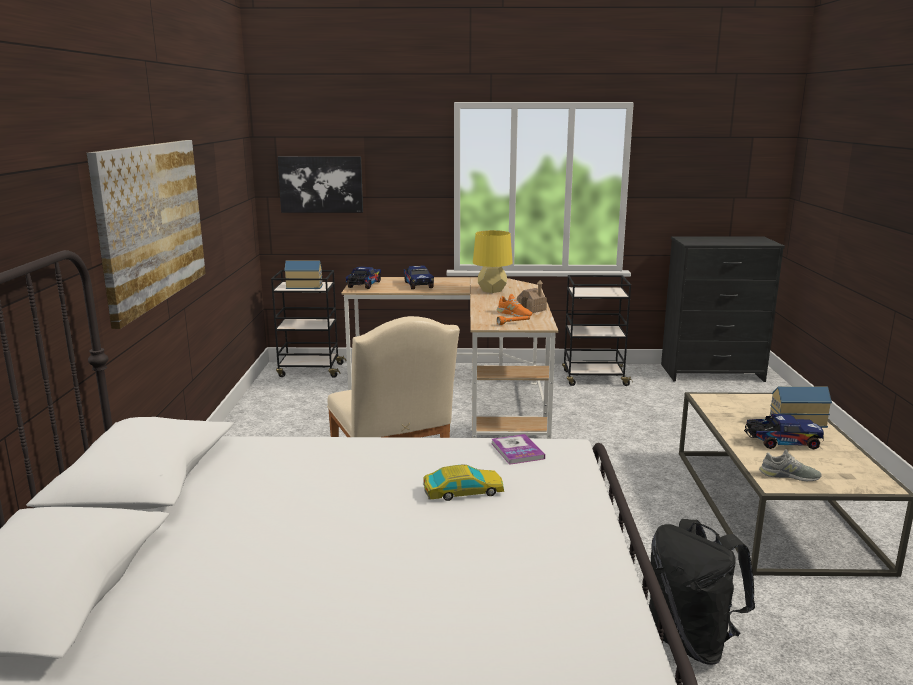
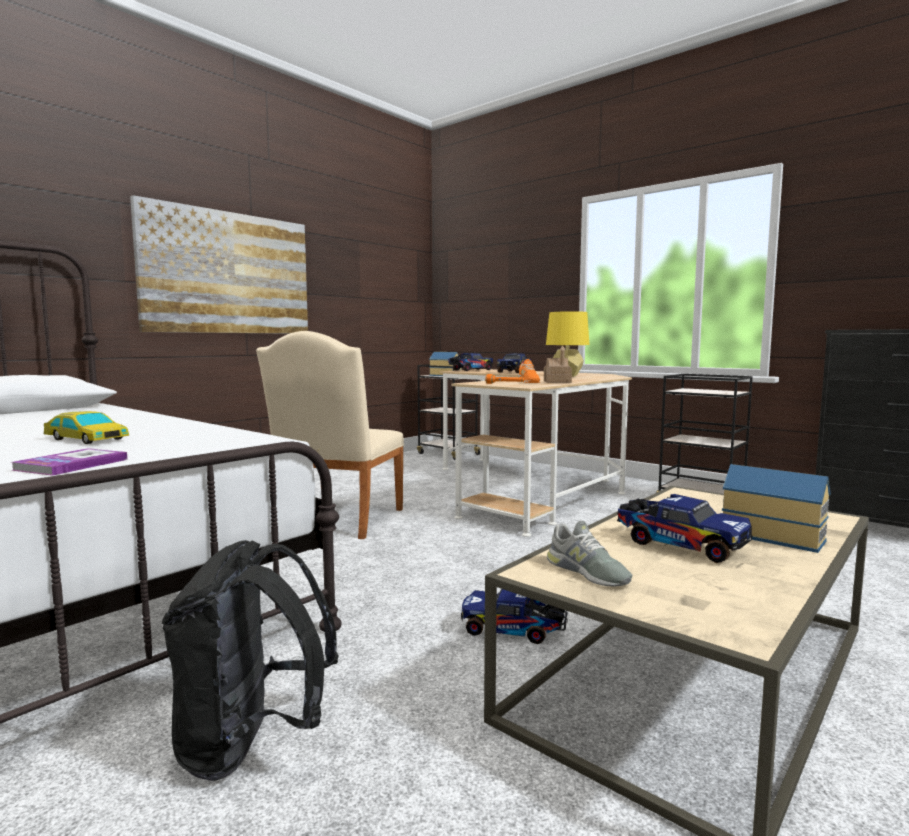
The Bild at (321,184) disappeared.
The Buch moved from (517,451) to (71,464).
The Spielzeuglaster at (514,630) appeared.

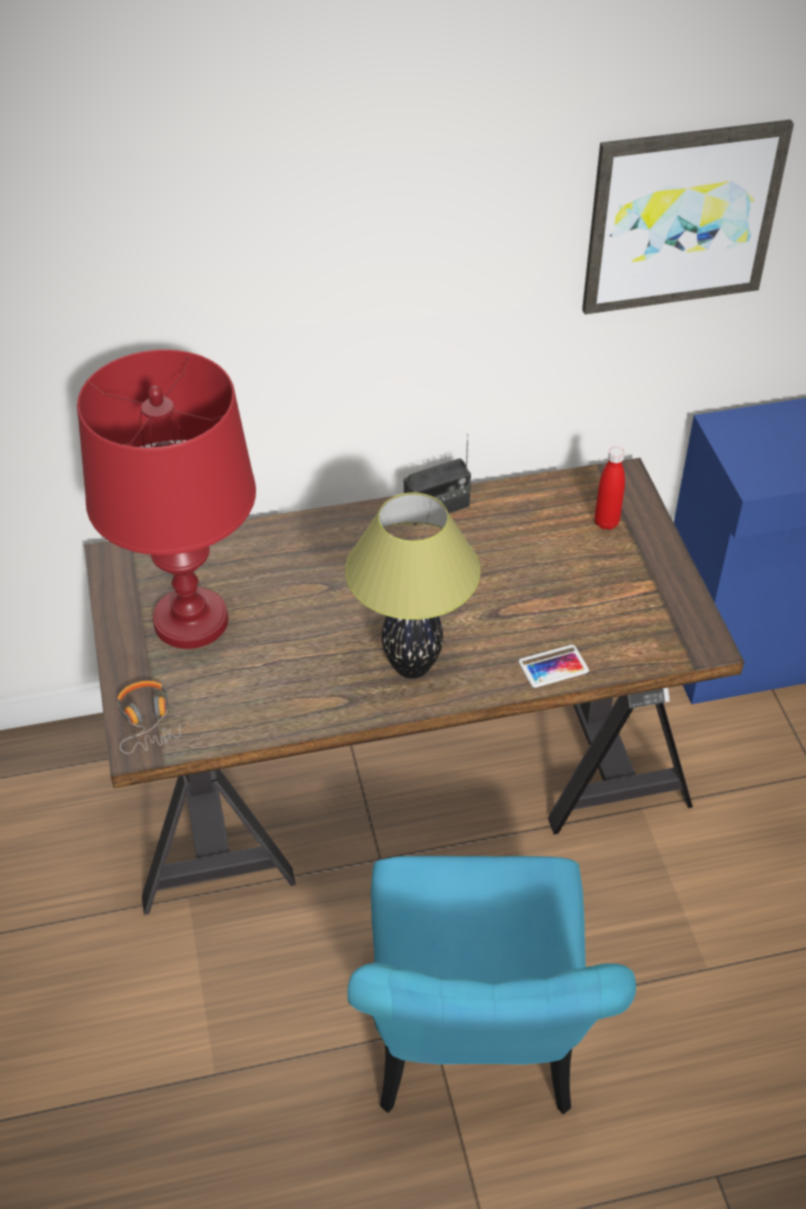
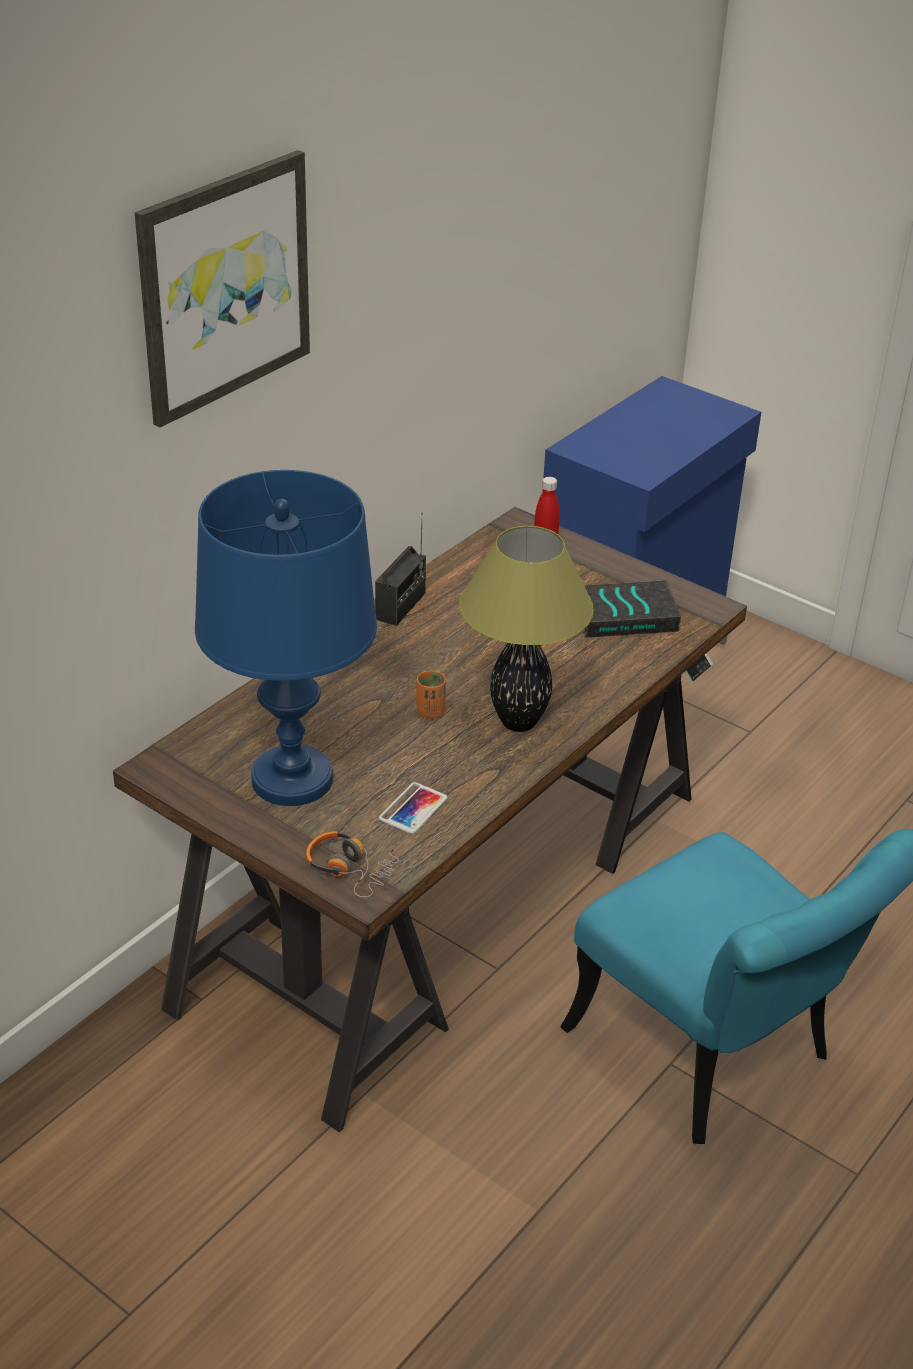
The Tischlampe/rot at (191,621) became the Tischlampe/blau at (292,779).
The Handy moved from (553,666) to (413,808).
The Bild moved from (681,216) to (223,286).
The Tasse/orange at (430,712) appeared.
The Buch at (625,615) appeared.

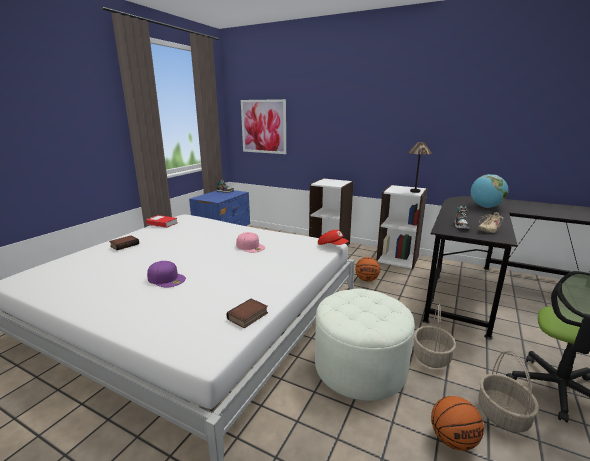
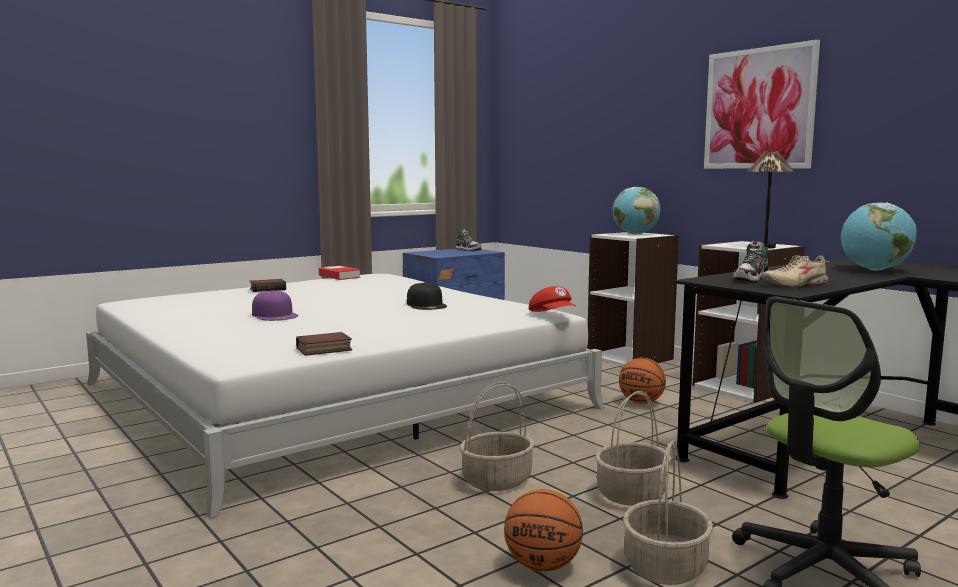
The Kappe/rosa at (250,246) became the Kappe/schwarz at (427,305).
The Bild moved from (263,126) to (758,109).
The Polsterhocker/weiß at (360,367) was replaced by the Korb at (497,480).
The Globus at (635,234) appeared.

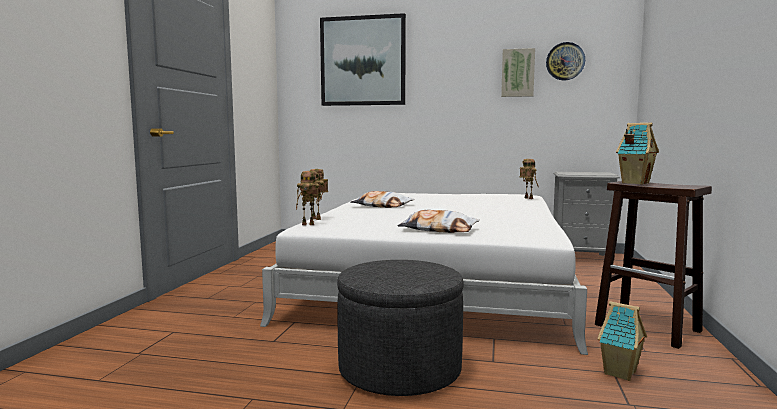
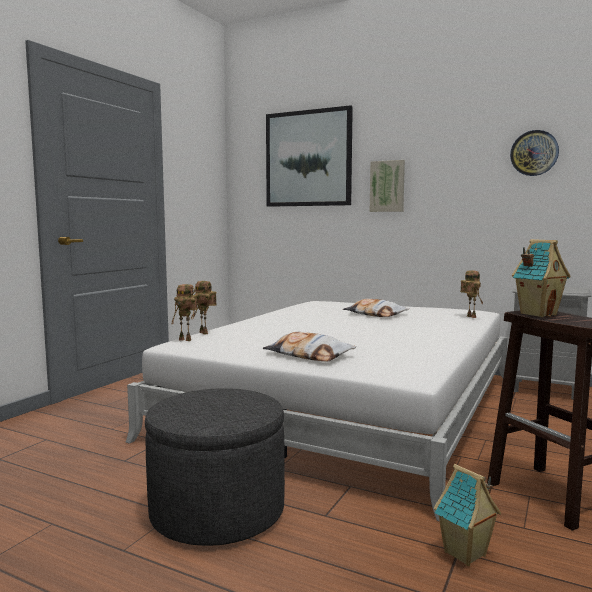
The Kissen moved from (382,206) to (375,314).
The Bild moved from (517,73) to (387,186).

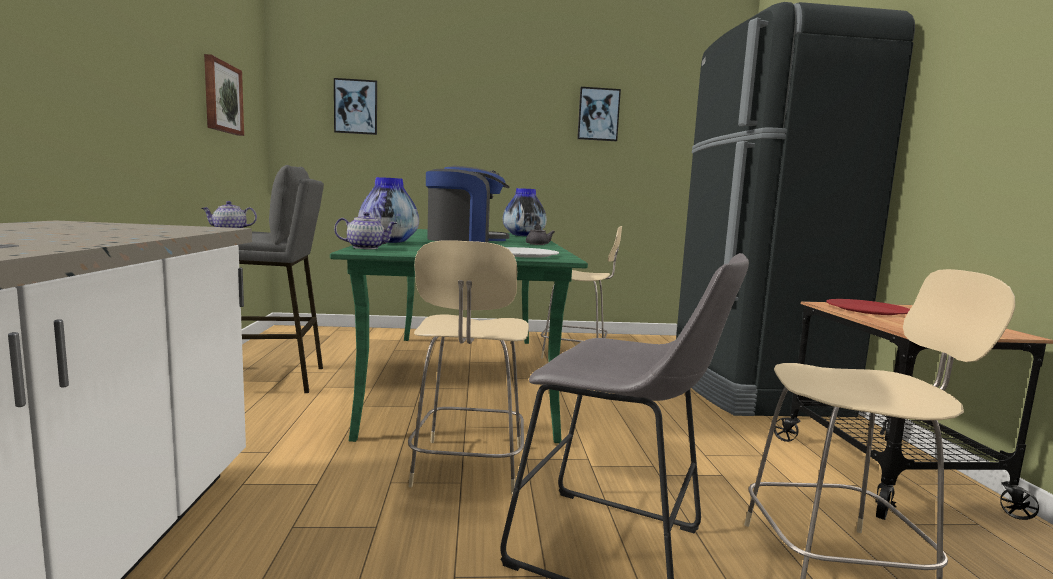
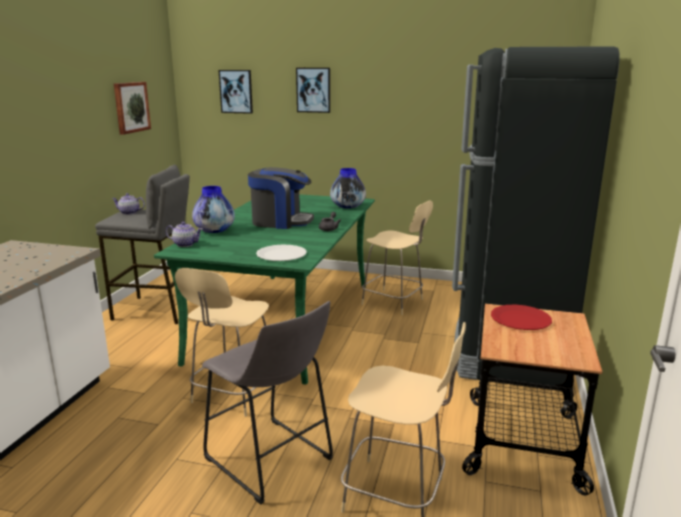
The Bild moved from (598,114) to (313,90).

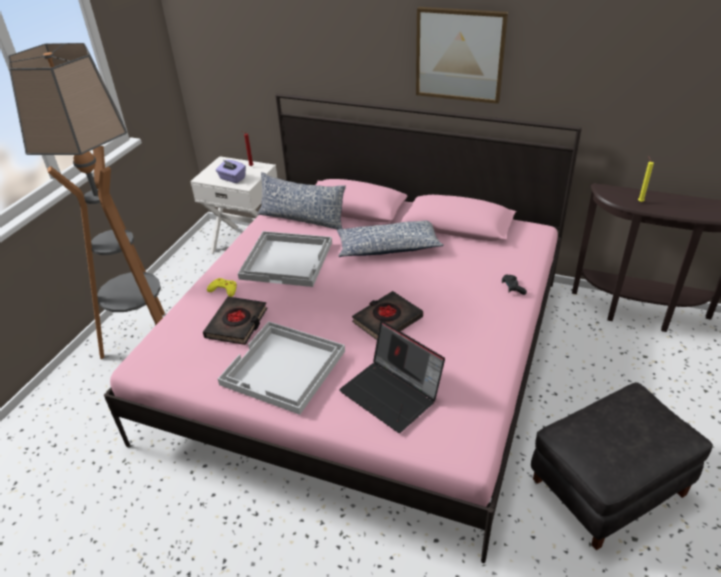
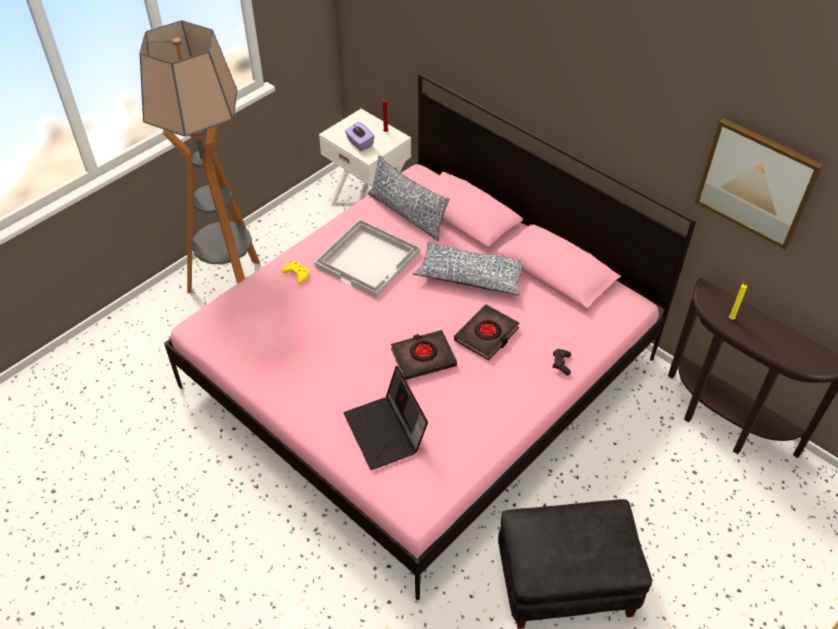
The Buch/schwarz moved from (237,324) to (486,335).
The Tablett/weiß at (283,368) disappeared.
The Bild moved from (460,54) to (756,182).

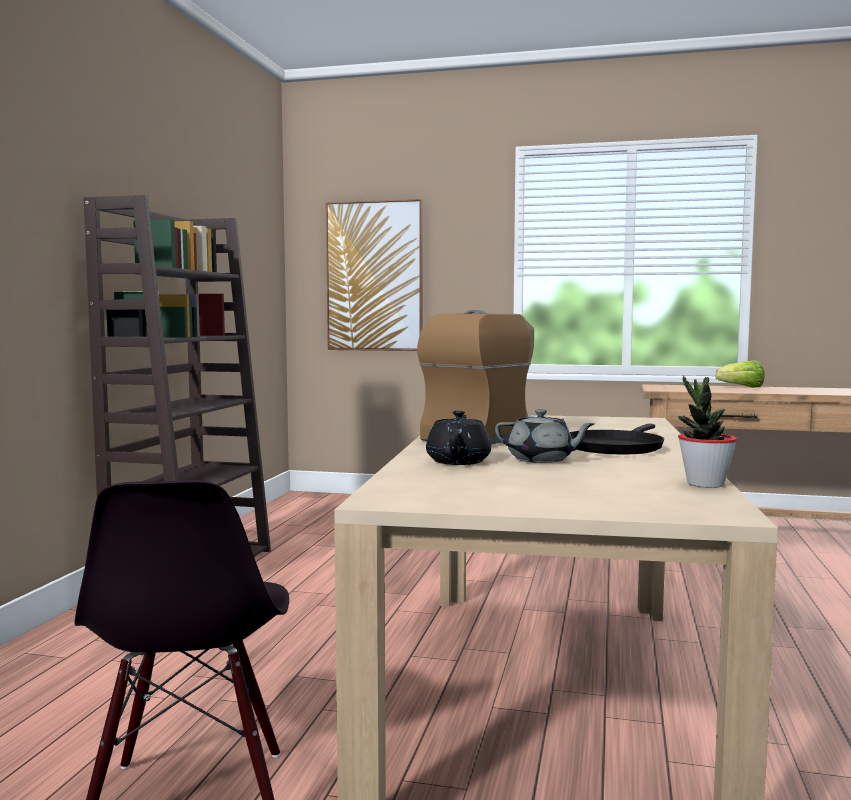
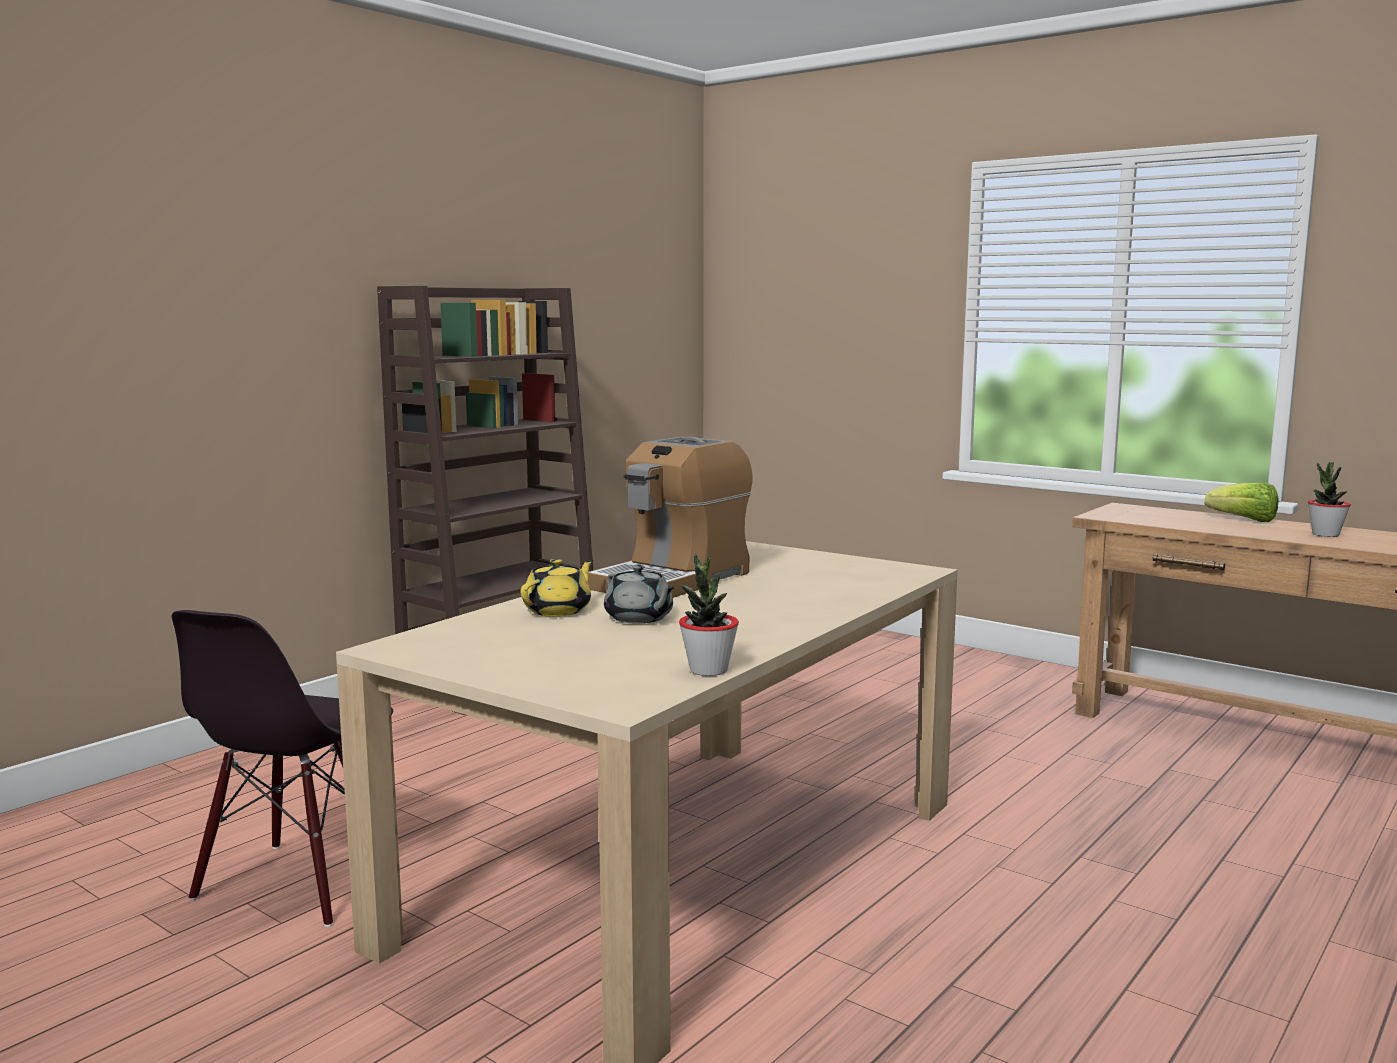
The Bild at (375,276) disappeared.
The Kaffeemaschine at (491,437) turned 150 degrees clockwise.
The Teekanne/schwarz at (459,461) became the Teekanne/gelb at (558,610).
The Pfanne/schwarz at (615,447) disappeared.
The Topfpflanze at (1325,534) appeared.

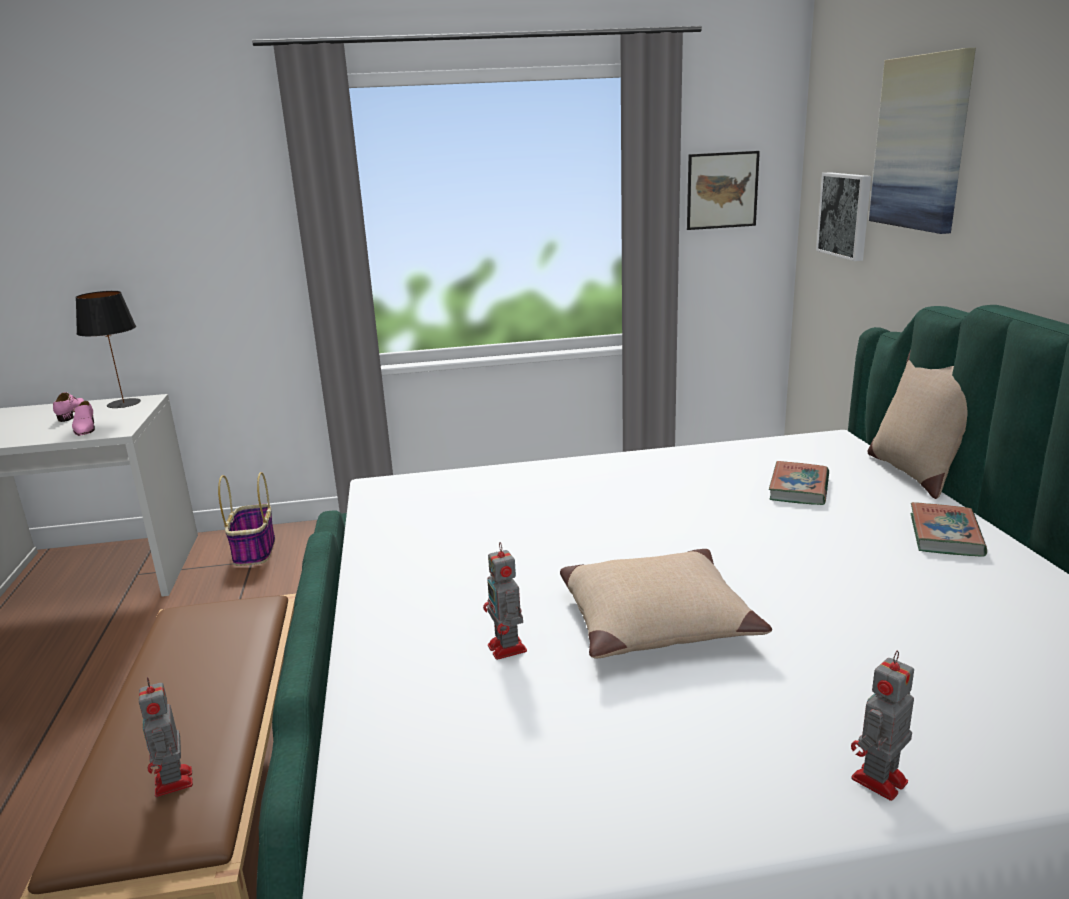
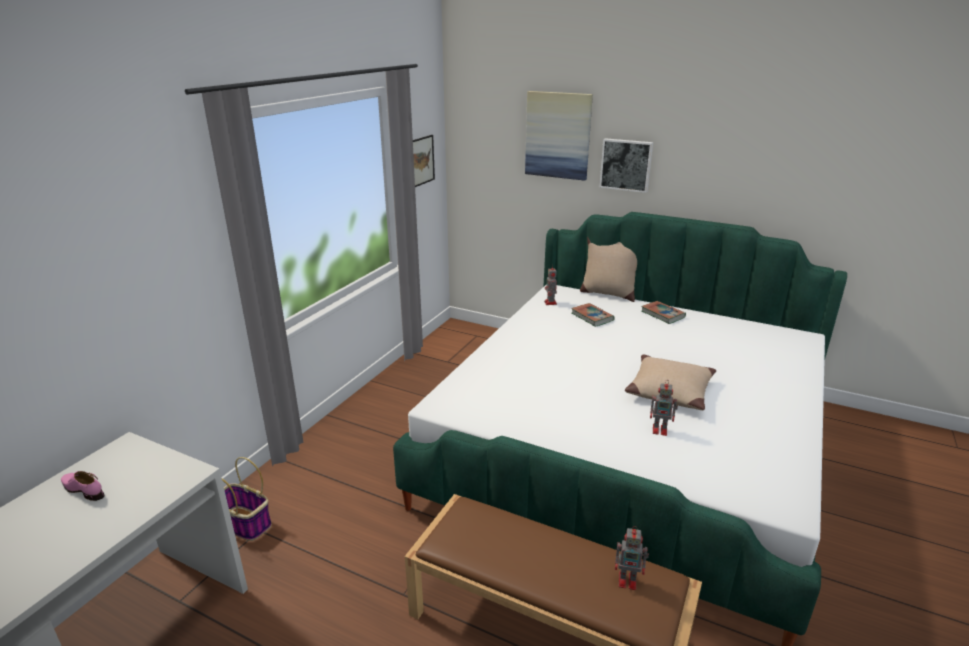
The Schuh/rosa at (85,429) disappeared.
The Tischlampe/schwarz at (124,403) disappeared.
The Bild moved from (846,215) to (626,165).
The Spielzeugroboter moved from (878,781) to (550,303).

